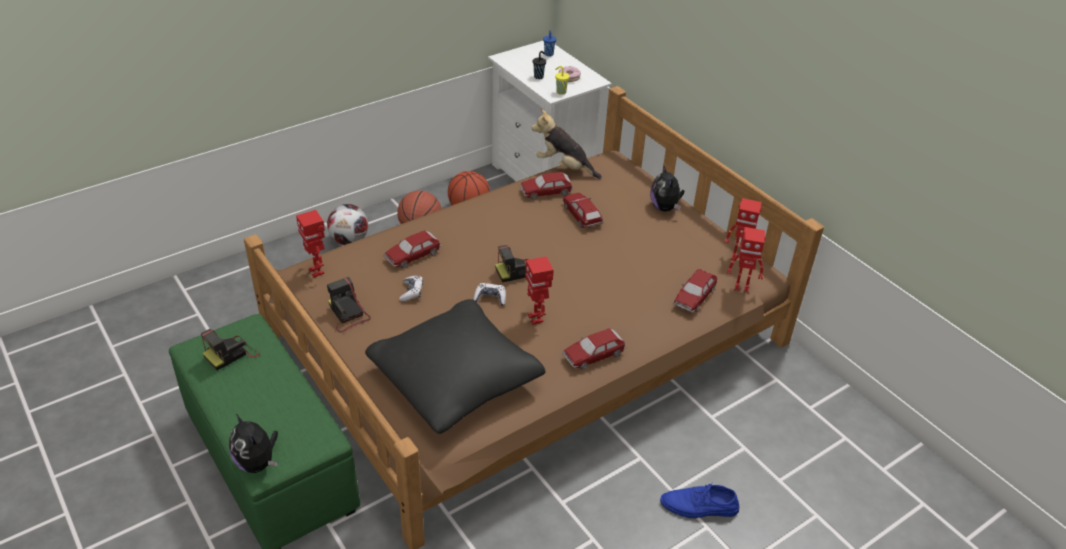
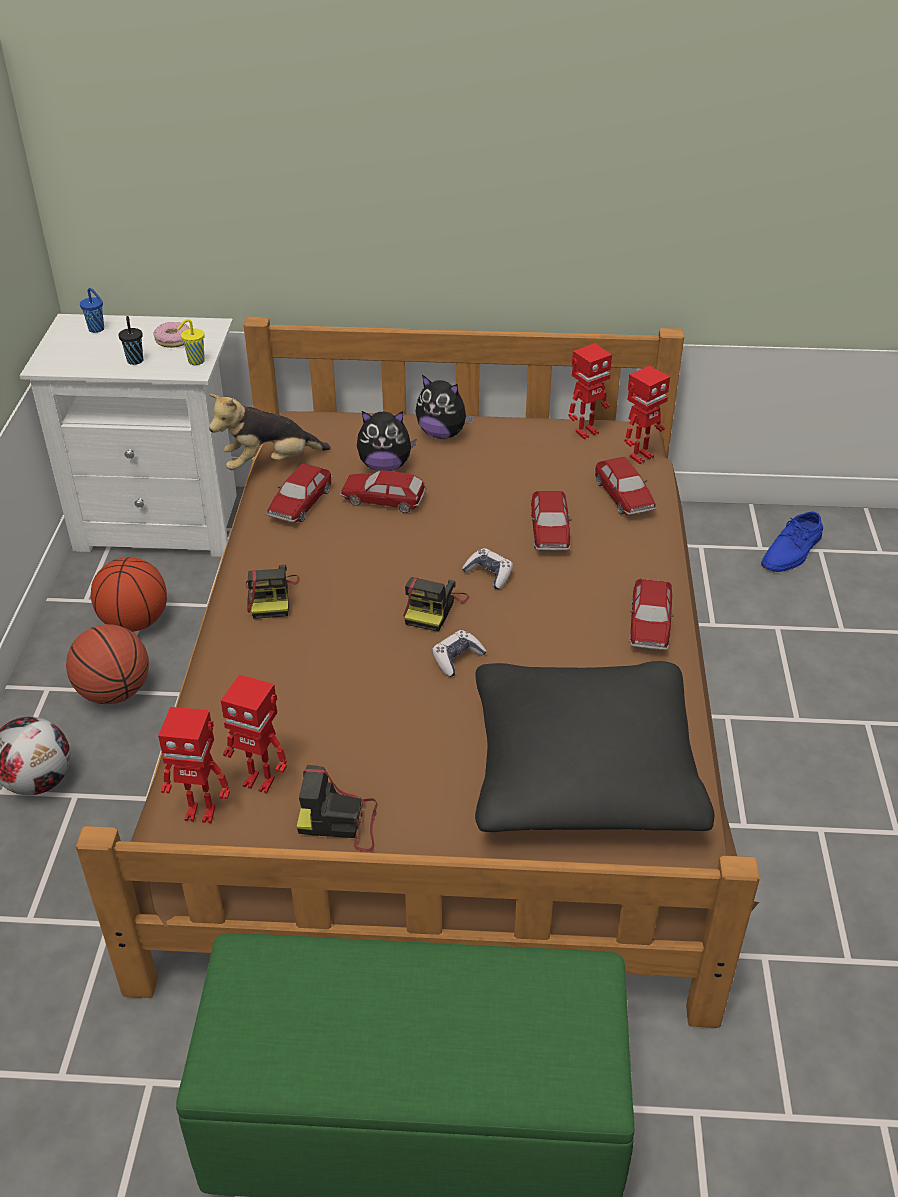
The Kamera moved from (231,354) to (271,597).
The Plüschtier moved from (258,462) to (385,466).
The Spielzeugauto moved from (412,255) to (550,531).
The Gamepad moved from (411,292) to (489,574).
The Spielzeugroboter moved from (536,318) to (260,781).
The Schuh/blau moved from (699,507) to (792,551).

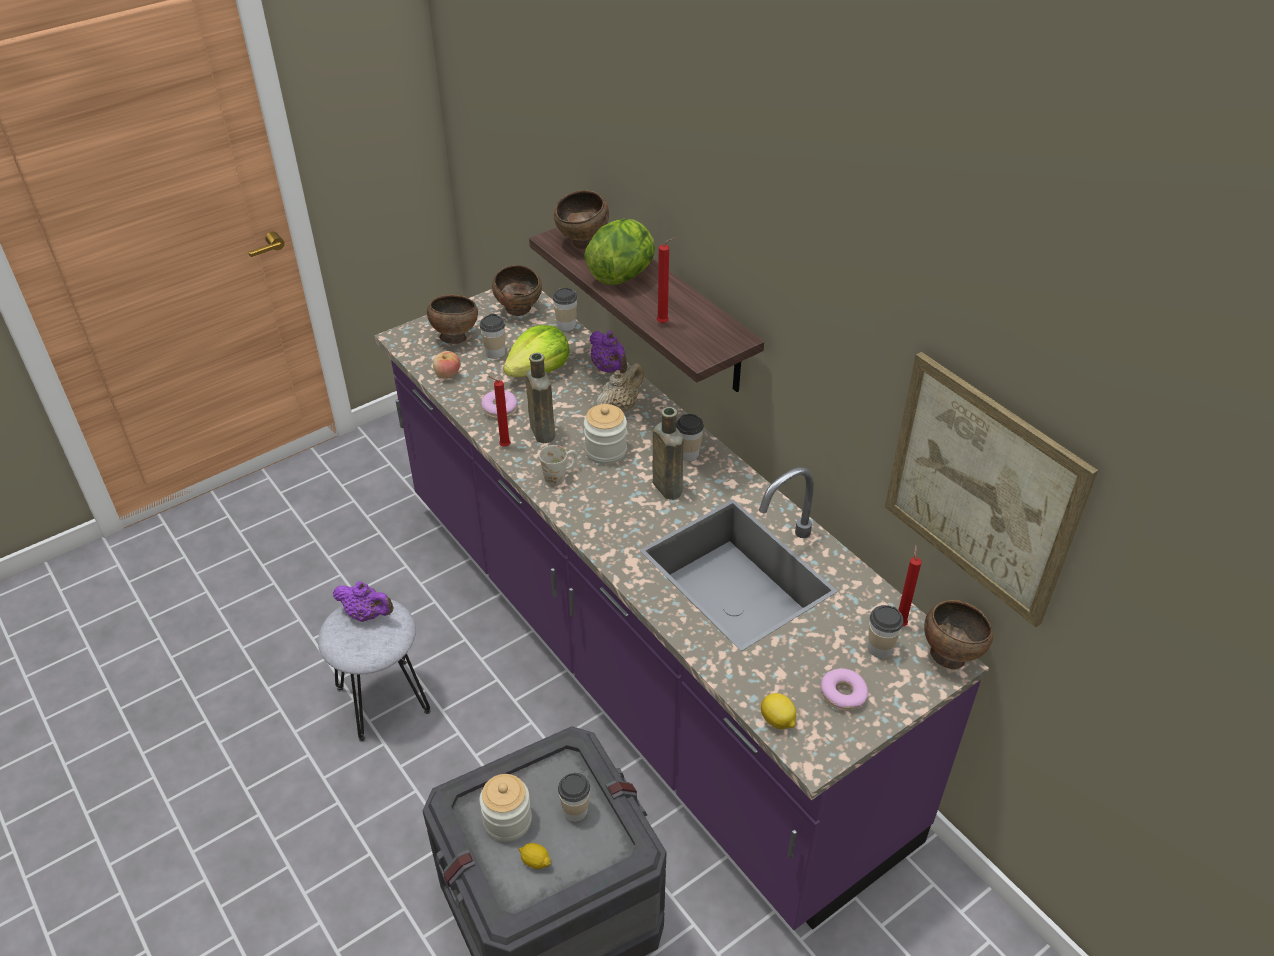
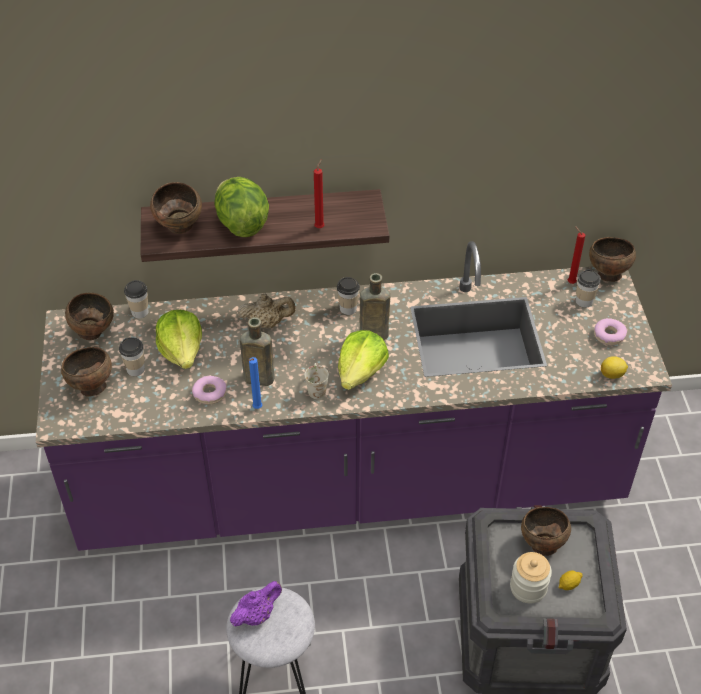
The Apfel at (447,374) disappeared.
The Kerze/rot at (503,446) became the Kerze/blau at (256,408).
The Tasse at (575,811) was replaced by the Schüssel/braun at (541,545).
The Vorratsglas at (606,451) disappeared.
The Teekanne/lila at (610,369) disappeared.
The Teekanne/beige at (619,407) turned 105 degrees clockwise.
The Bild at (981,489) disappeared.
The Salatkopf at (361,372) appeared.

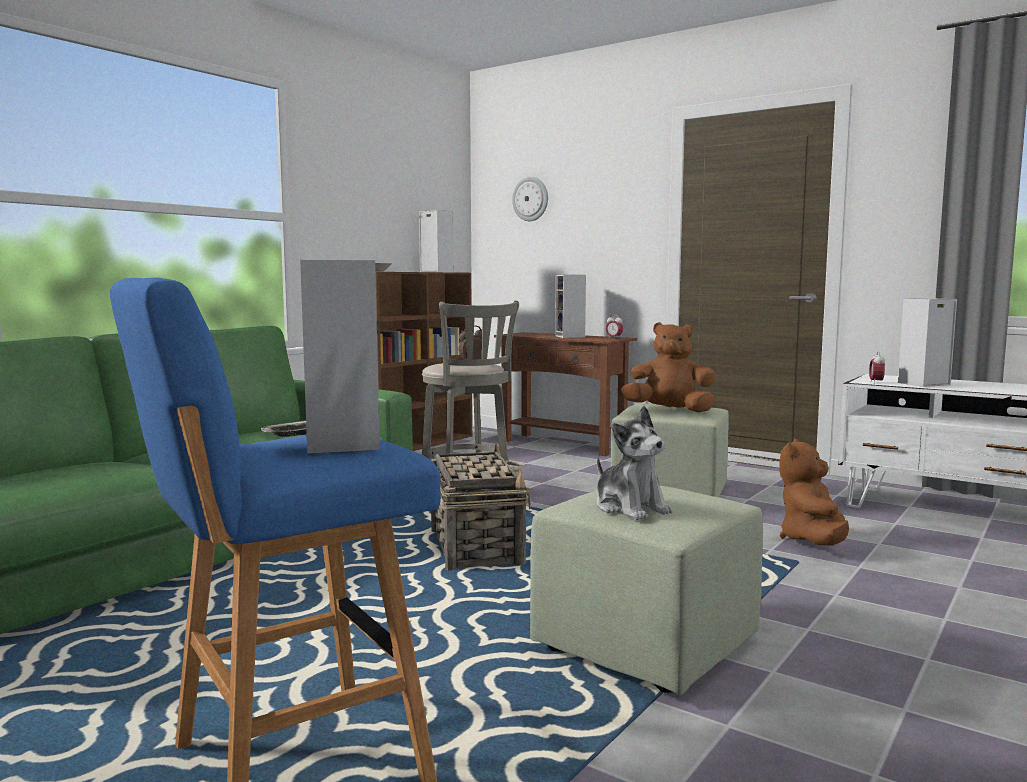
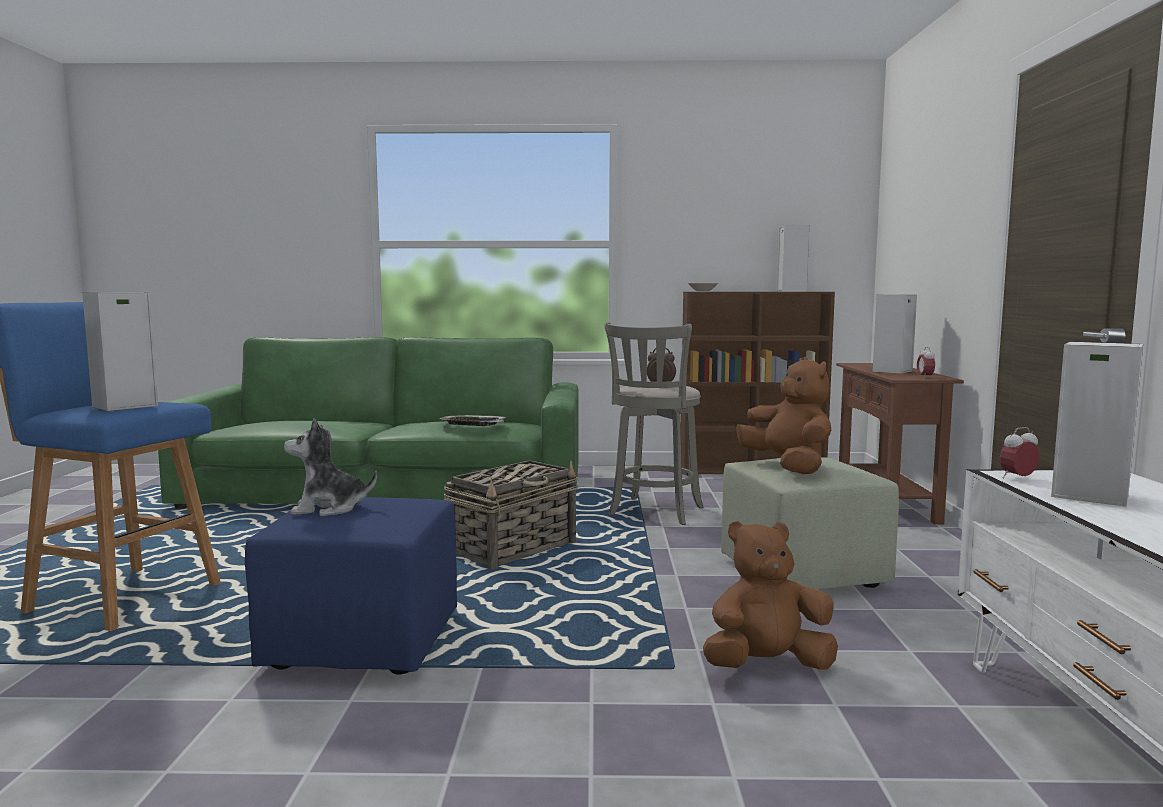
The Wanduhr at (530,199) disappeared.
The Polsterhocker/grün at (645,644) became the Polsterhocker/blau at (366,643).
The Plüschtier at (630,508) turned 60 degrees clockwise.

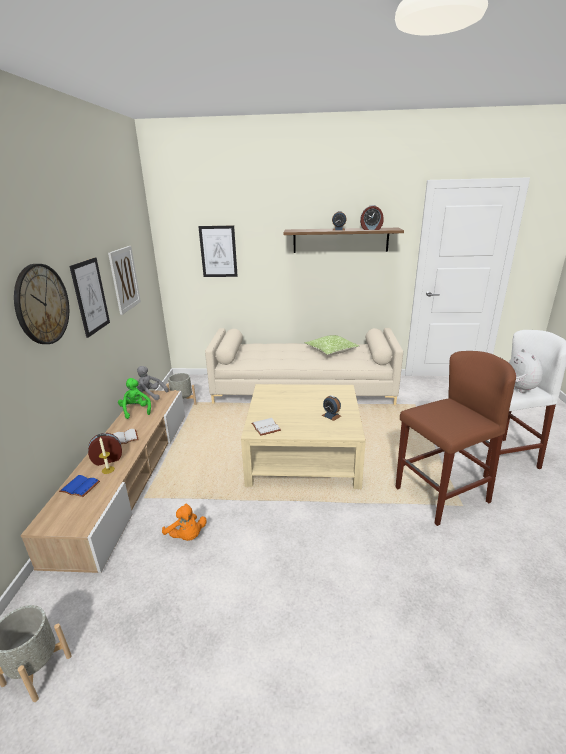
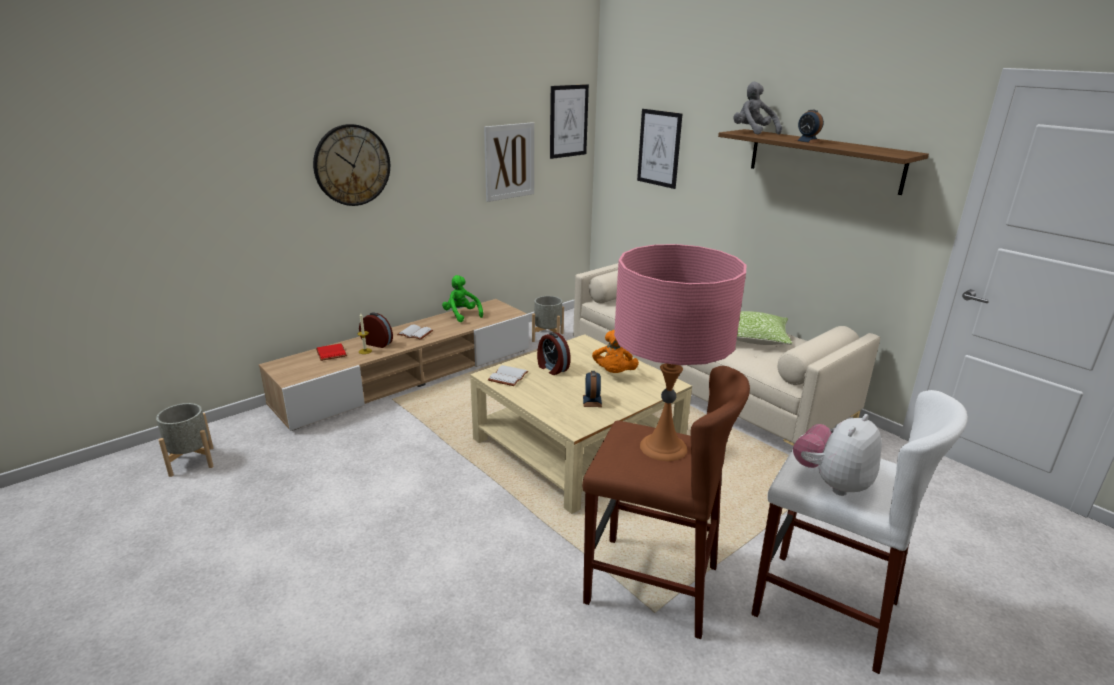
The Buch/blau at (79,487) became the Buch/rot at (330,353).
The Bild moved from (90,296) to (568,121).
The Plüschtier/grün at (136,410) turned 60 degrees counterclockwise.
The Plüschtier/grau moved from (150,395) to (753,132).
The Plüschtier/orange moved from (187,536) to (614,373).
The Wecker moved from (371,229) to (552,368).
The Tischlampe/rosa at (663,447) appeared.

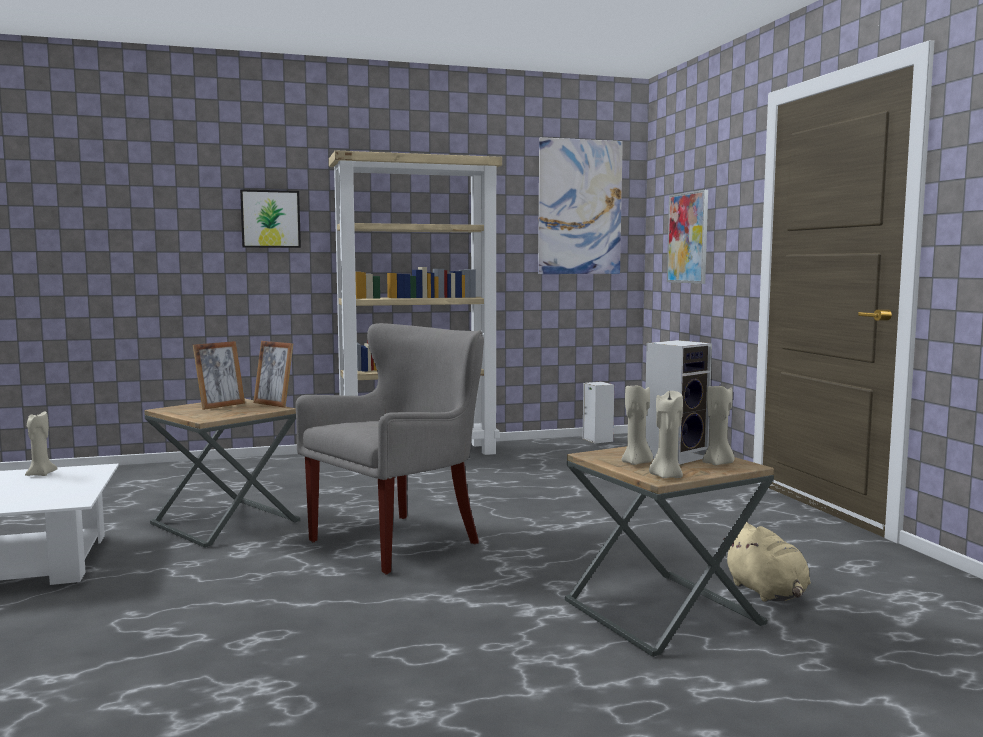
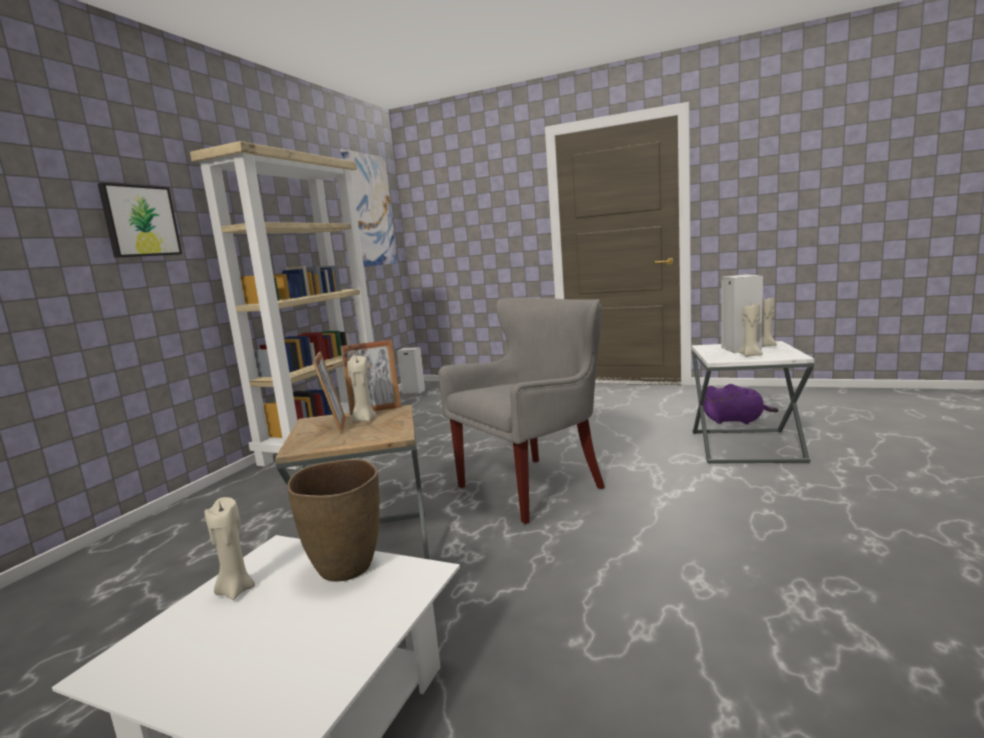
The Sessel/grau at (399,542) turned 60 degrees clockwise.
The Beistelltisch/braun at (663,613) became the Beistelltisch/weiß at (746,446).
The Kerze/beige moved from (666,476) to (364,420).
The Bild at (688,238) disappeared.
The Plüschtier/beige at (768,593) became the Plüschtier/lila at (735,420).
The Vase/braun at (347,567) appeared.

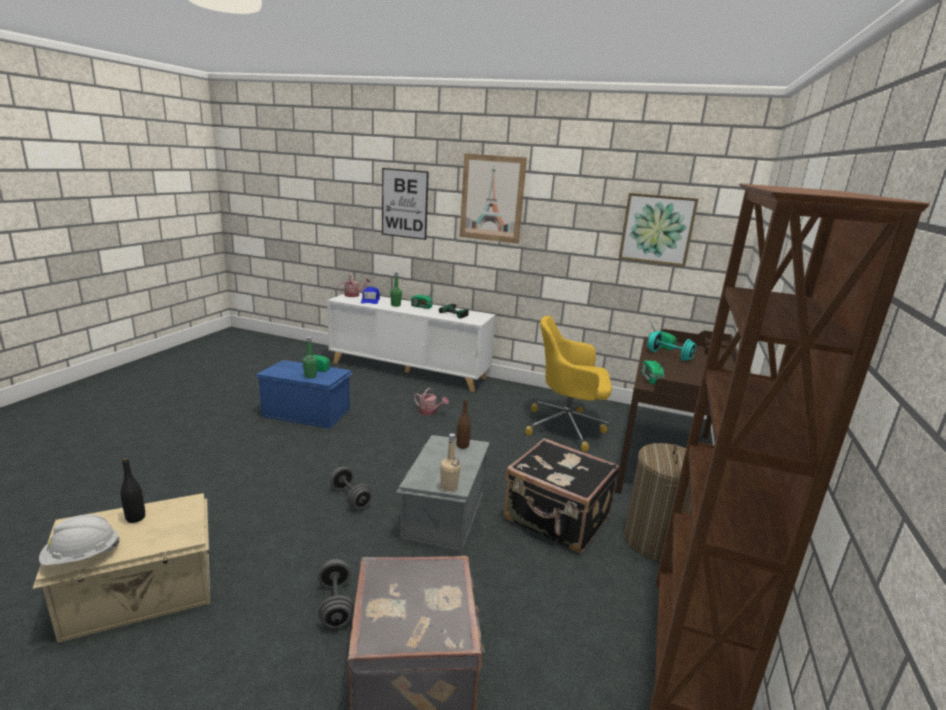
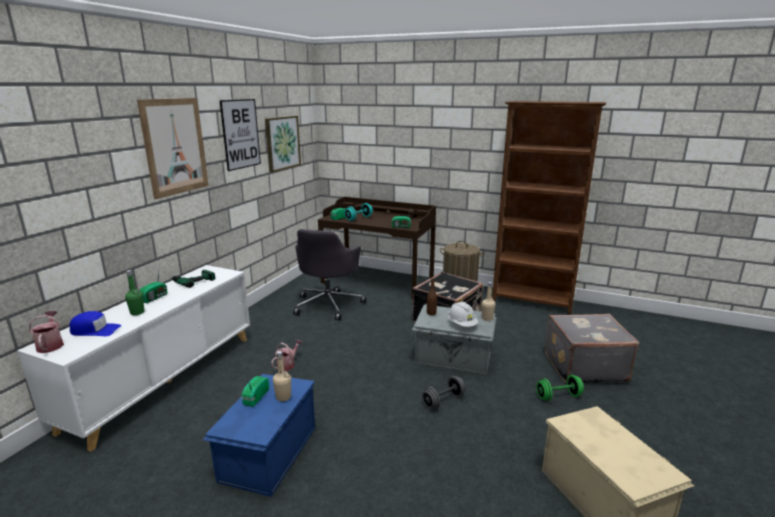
The Schutzhelm/weiß moved from (81,556) to (462,324).
The Flasche/schwarz at (135,518) disappeared.
The Flasche/grün at (310,376) became the Flasche/beige at (283,397).
The Hantel/grau at (335,605) became the Hantel/grün at (558,396).
The Bild moved from (404,204) to (241,134).
The Bürostuhl/gelb at (567,427) became the Bürostuhl/grau at (329,304).

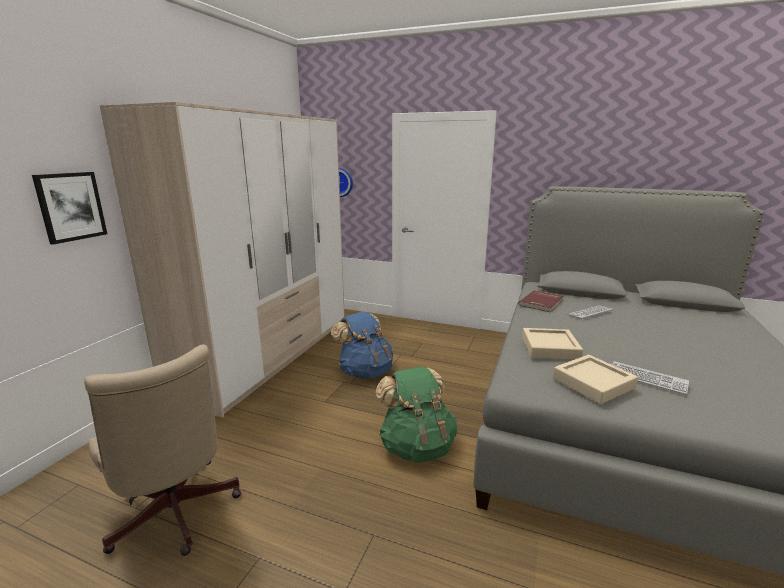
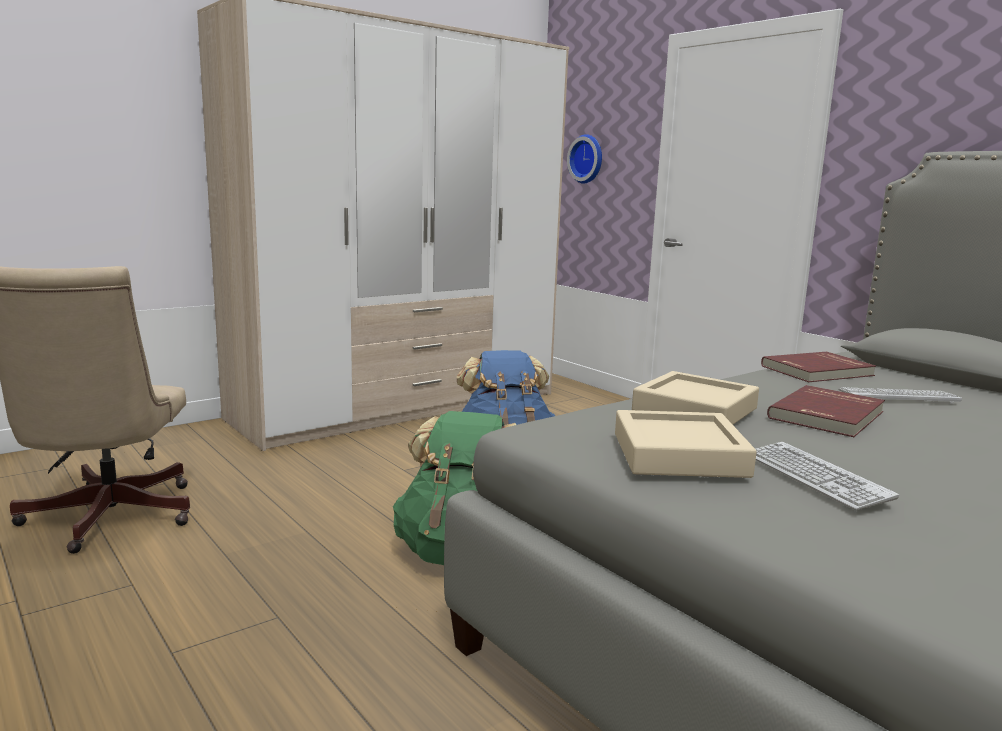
The Bild at (71,206) disappeared.
The Buch/rot at (828,415) appeared.

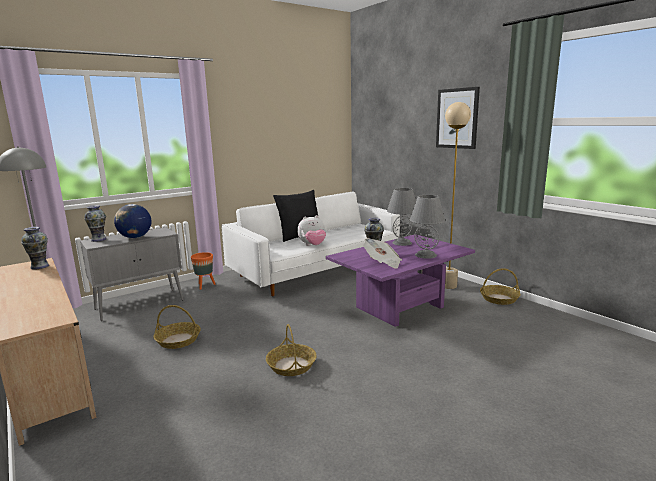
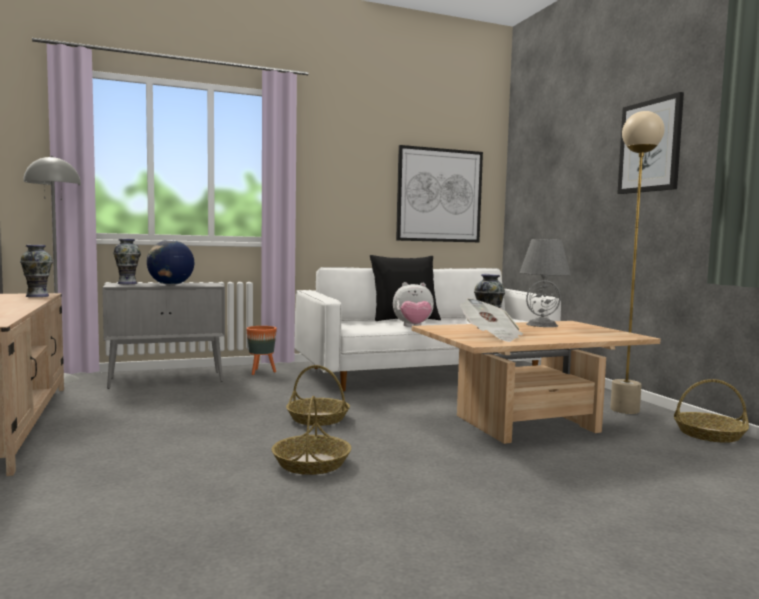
The Korb moved from (178,340) to (318,419).
The Couchtisch/lila at (399,307) became the Couchtisch/beige at (526,423).
The Tischlampe/grau at (425,255) disappeared.
The Bild at (439,195) appeared.

